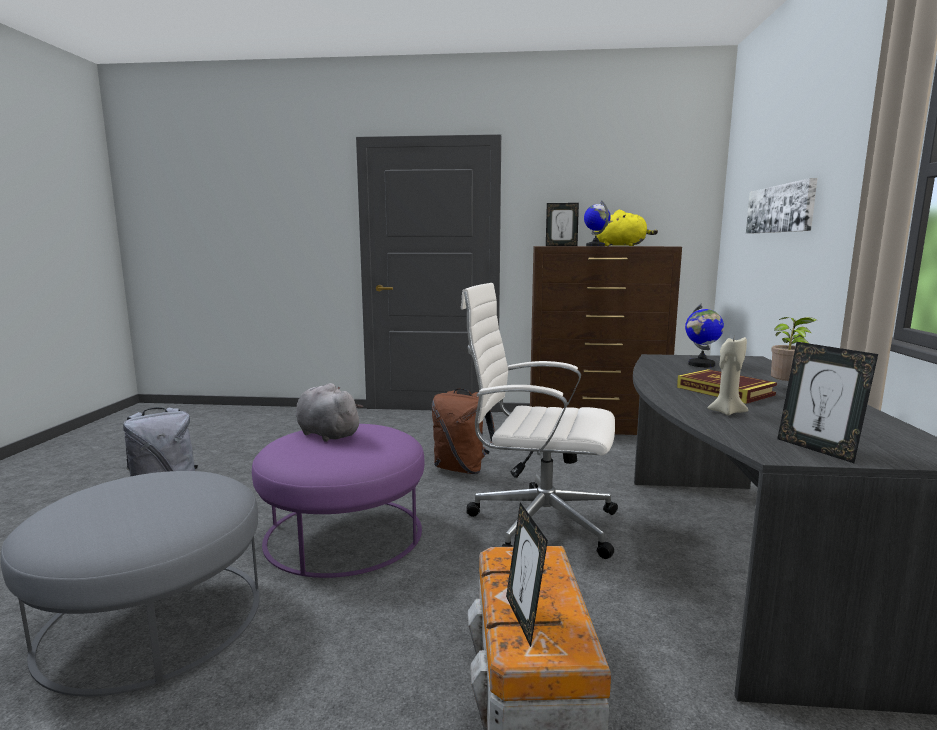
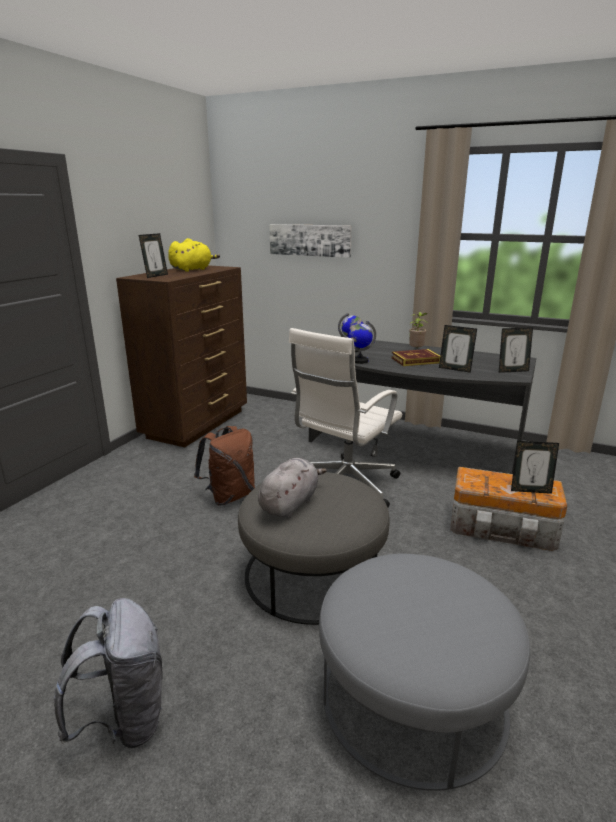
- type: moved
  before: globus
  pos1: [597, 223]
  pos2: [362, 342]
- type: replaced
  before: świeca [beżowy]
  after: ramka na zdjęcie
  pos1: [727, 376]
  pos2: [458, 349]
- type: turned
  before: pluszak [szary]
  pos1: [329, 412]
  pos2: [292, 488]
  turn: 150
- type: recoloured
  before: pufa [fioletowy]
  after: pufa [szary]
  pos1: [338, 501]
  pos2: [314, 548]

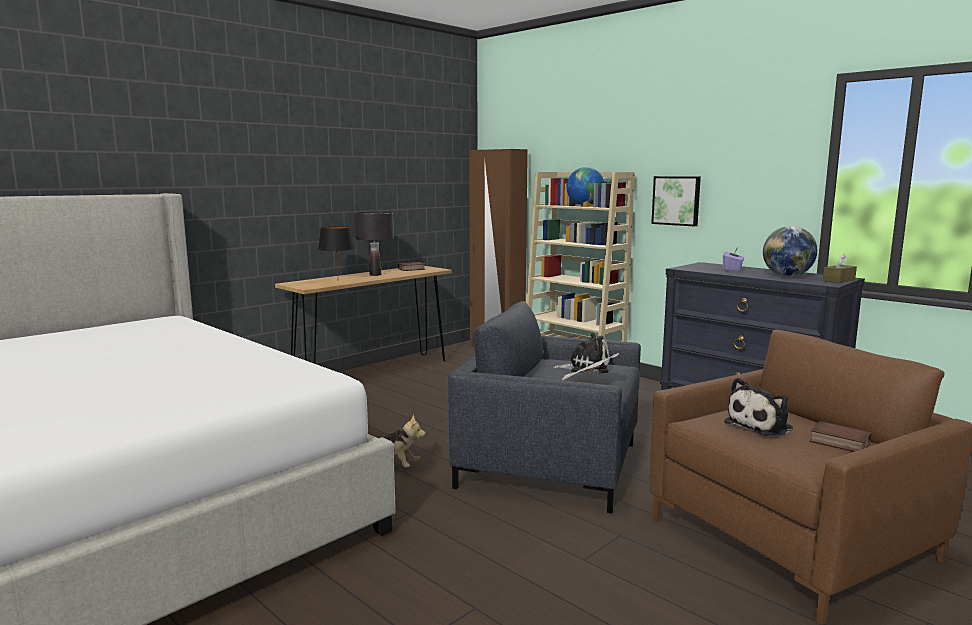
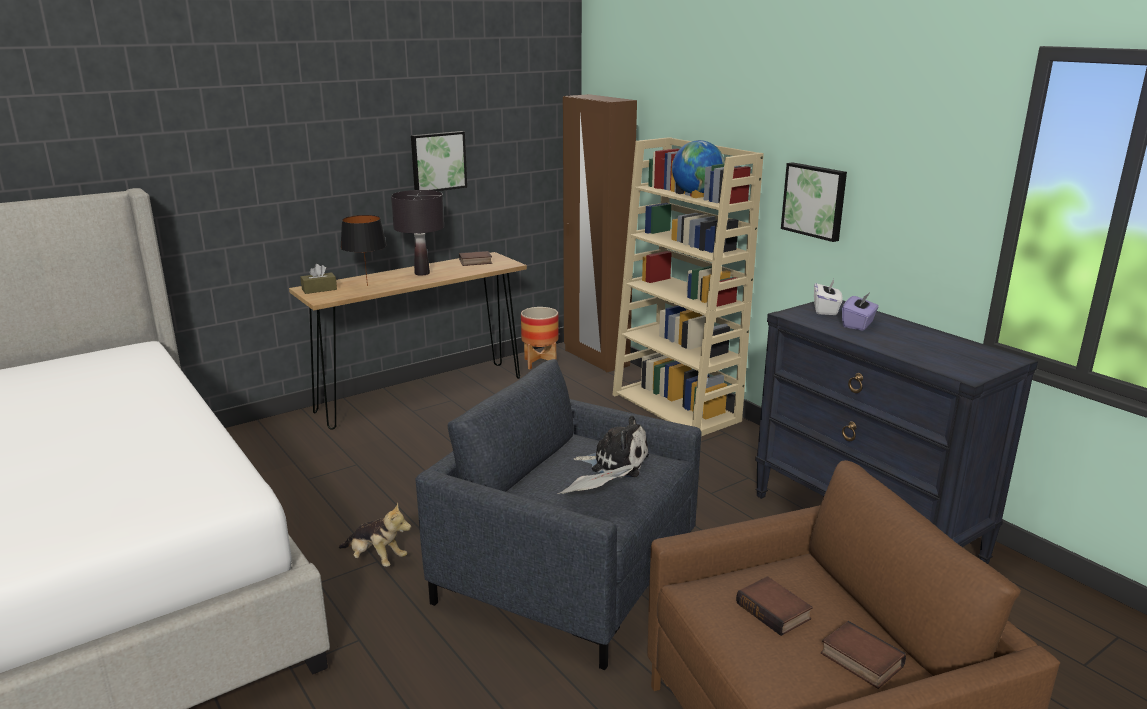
- type: removed
  before: globus
  pos1: [790, 251]
- type: moved
  before: pudełko chusteczek [brązowy]
  pos1: [840, 268]
  pos2: [318, 279]
- type: replaced
  before: pluszak
  after: książka
  pos1: [758, 407]
  pos2: [774, 606]
- type: added
  after: obraz
  pos2: [439, 161]
- type: added
  after: pudełko chusteczek [biały]
  pos2: [828, 297]
- type: added
  after: donica
  pos2: [540, 338]

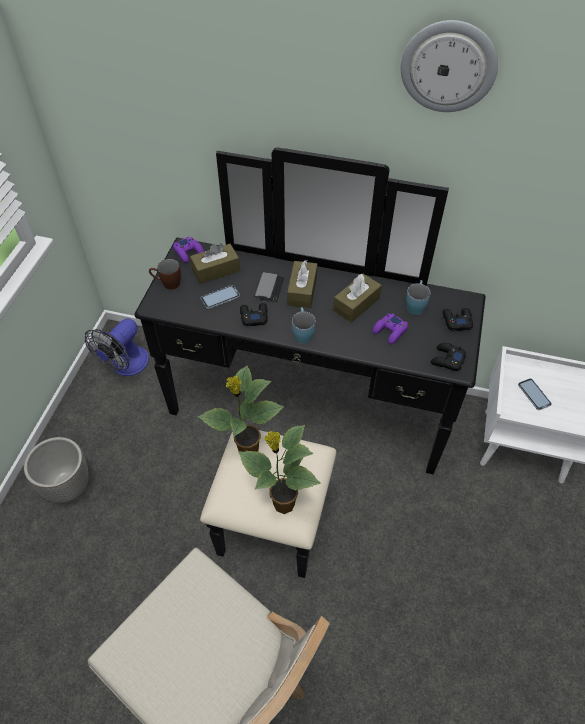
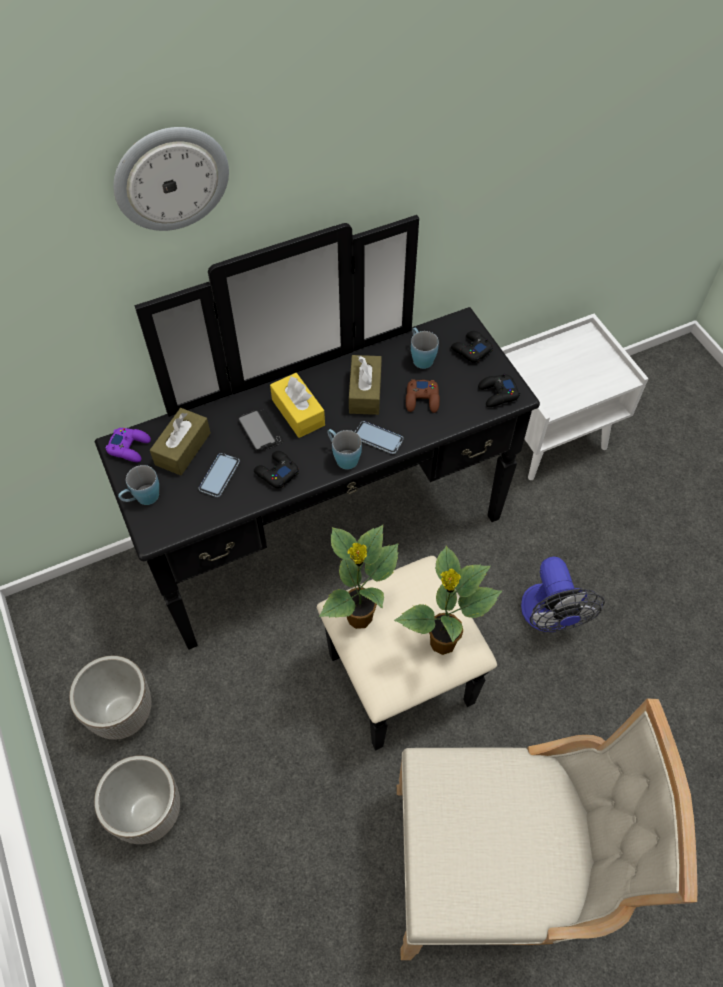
- type: moved
  before: zegar ścienny
  pos1: [449, 66]
  pos2: [171, 179]
- type: recoloured
  before: kubek [brązowy]
  after: kubek [niebieski]
  pos1: [165, 274]
  pos2: [138, 485]
- type: recoloured
  before: pudełko chusteczek [brązowy]
  after: pudełko chusteczek [żółty]
  pos1: [302, 284]
  pos2: [297, 405]
- type: recoloured
  before: pad do gier [fioletowy]
  after: pad do gier [brązowy]
  pos1: [390, 328]
  pos2: [423, 396]
- type: moved
  before: wentylator
  pos1: [117, 347]
  pos2: [563, 594]
- type: moved
  before: telefon
  pos1: [535, 394]
  pos2: [379, 437]
- type: added
  after: donica
  pos2: [110, 698]

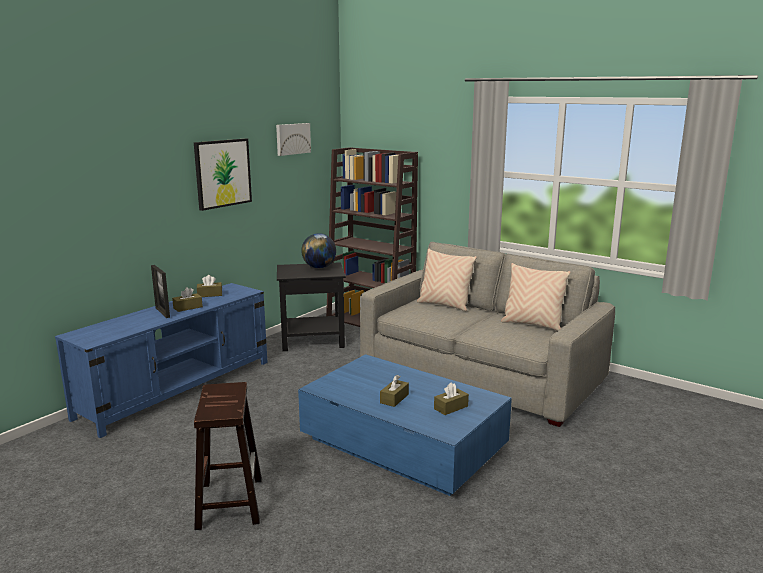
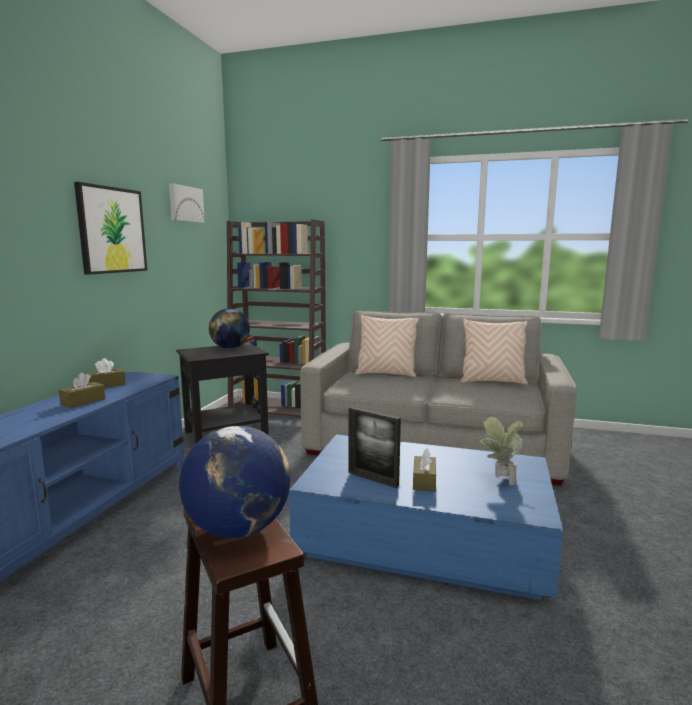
- type: moved
  before: ramka na zdjęcie
  pos1: [160, 291]
  pos2: [375, 447]
- type: replaced
  before: pudełko chusteczek [brązowy]
  after: roślina doniczkowa
  pos1: [451, 398]
  pos2: [501, 451]
- type: added
  after: globus
  pos2: [235, 482]

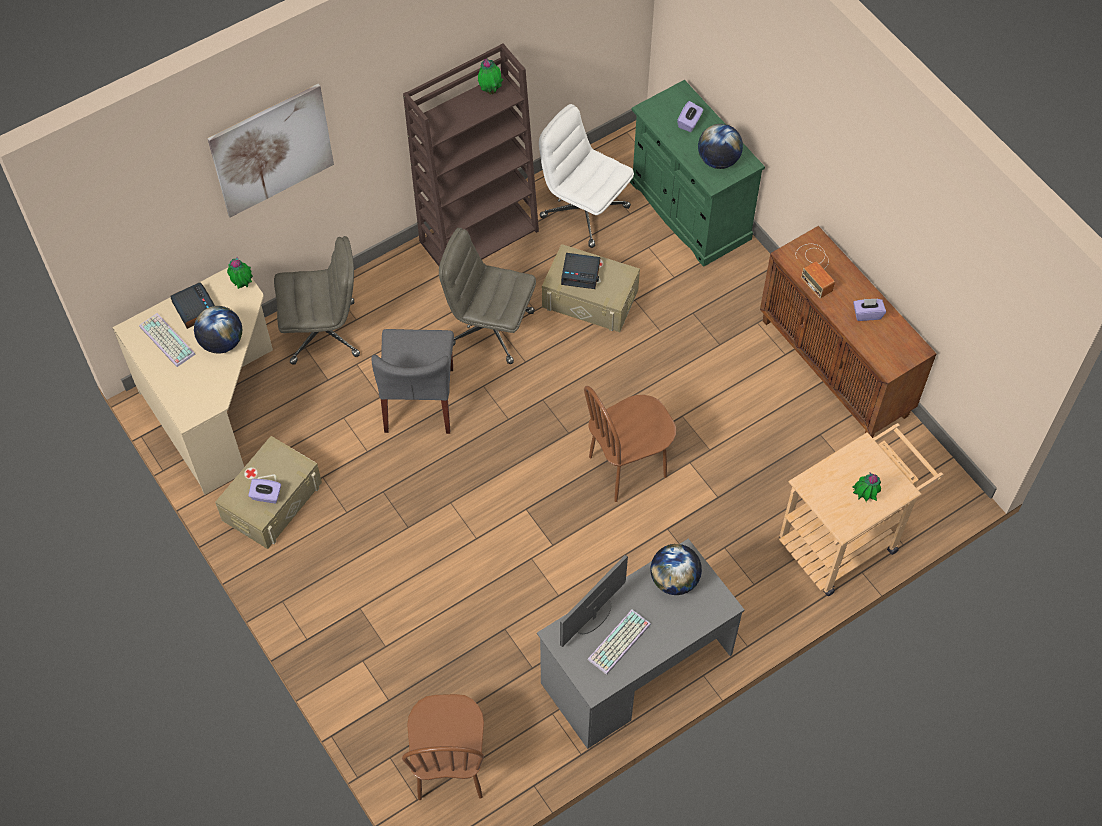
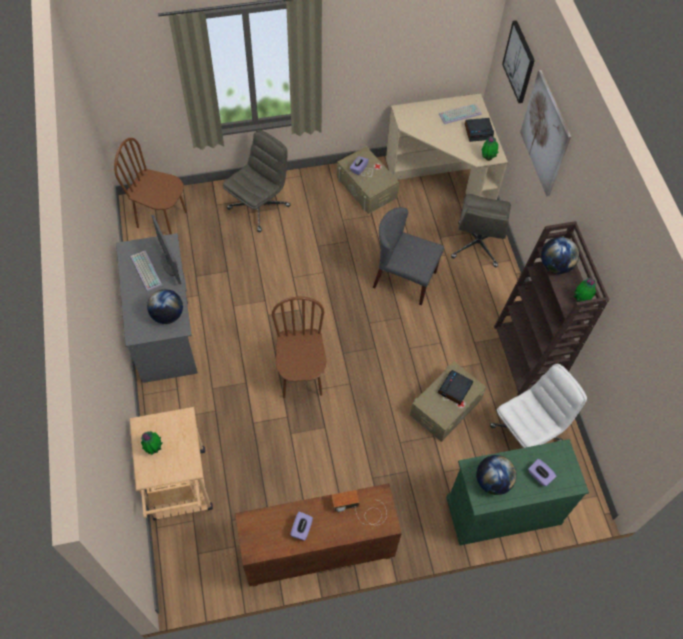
- type: moved
  before: krzesło biurowe [szary]
  pos1: [487, 296]
  pos2: [257, 181]
- type: moved
  before: globus
  pos1: [218, 330]
  pos2: [560, 255]
- type: added
  after: obraz
  pos2: [518, 61]

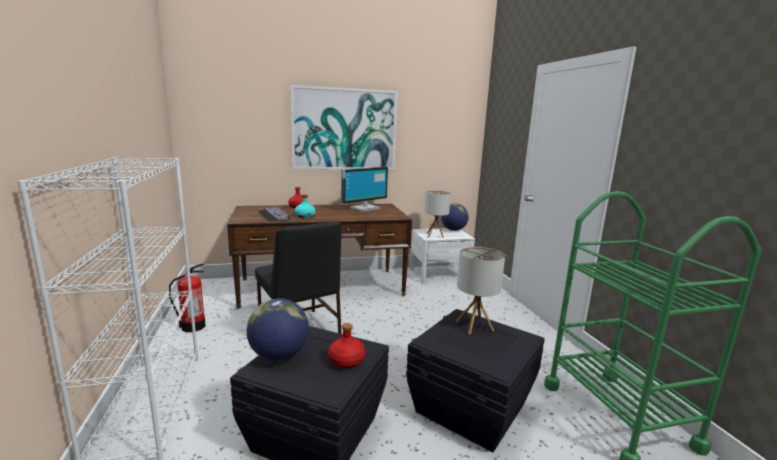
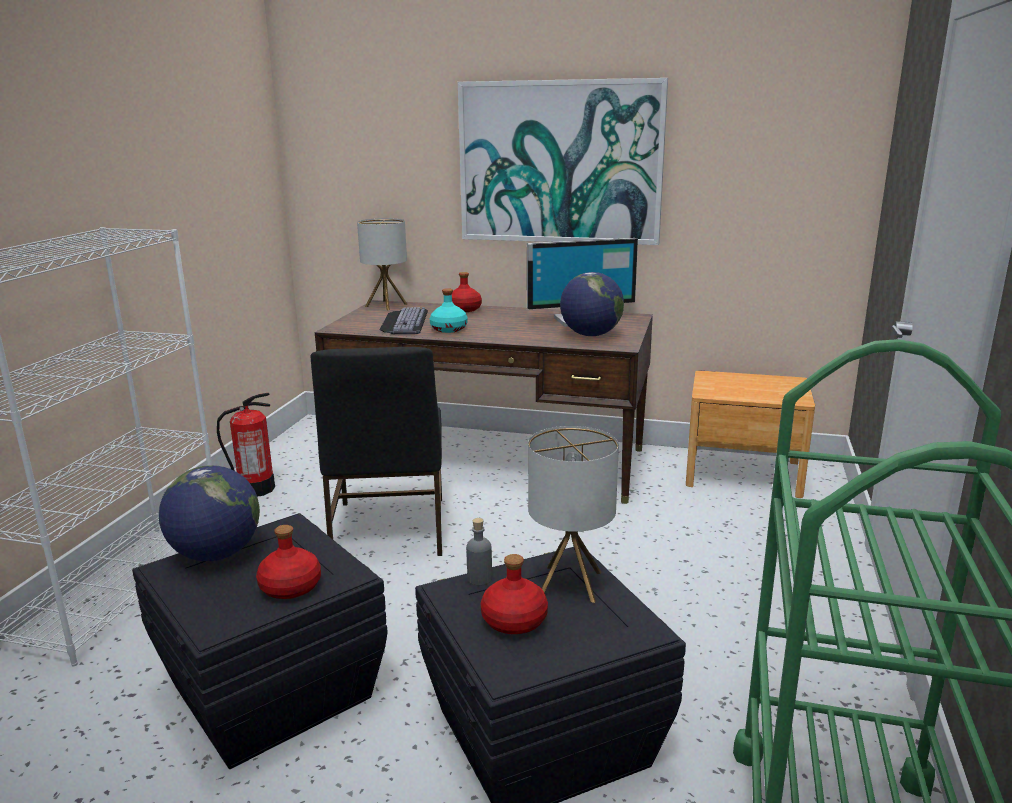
- type: moved
  before: lampa stołowa
  pos1: [438, 214]
  pos2: [382, 264]
- type: moved
  before: globus
  pos1: [455, 217]
  pos2: [592, 304]
- type: recoloured
  before: szafka nocna [biały]
  after: szafka nocna [brązowy]
  pos1: [442, 256]
  pos2: [750, 434]
- type: added
  after: butelka [szary]
  pos2: [479, 552]
- type: added
  after: butelka [czerwony]
  pos2: [514, 594]

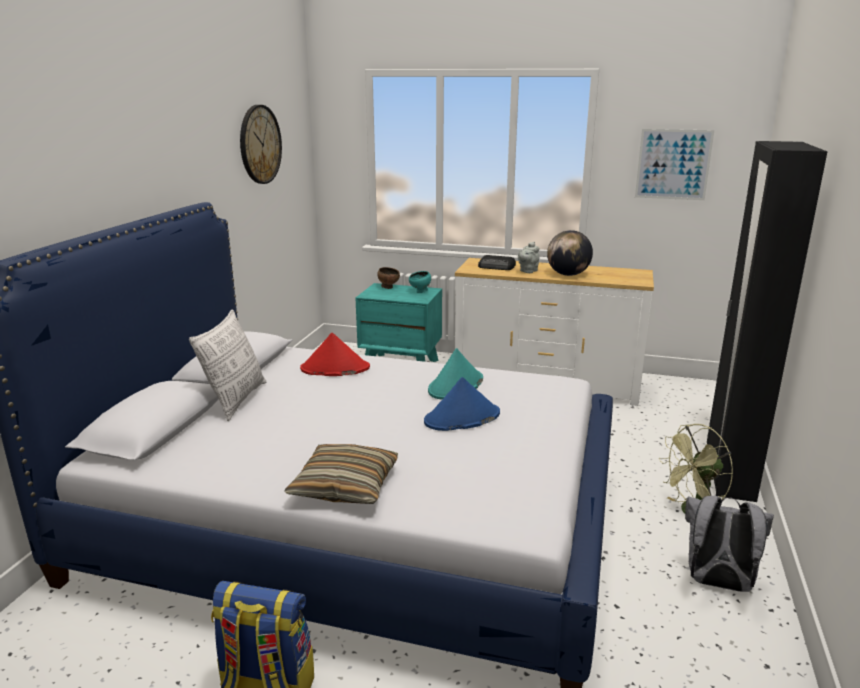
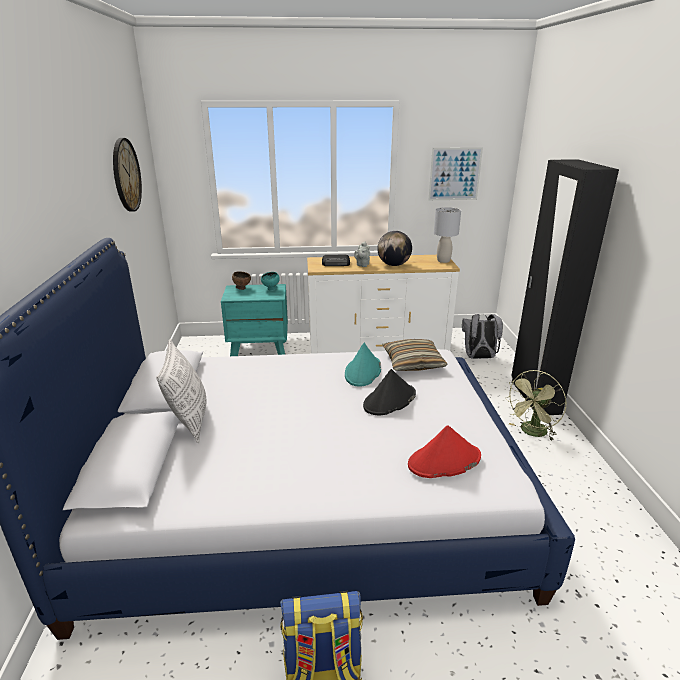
- type: moved
  before: kapelusz [czerwony]
  pos1: [335, 354]
  pos2: [444, 451]
- type: recoloured
  before: kapelusz [niebieski]
  after: kapelusz [czarny]
  pos1: [462, 404]
  pos2: [389, 392]
- type: moved
  before: poduszka
  pos1: [341, 474]
  pos2: [415, 355]
- type: moved
  before: plecak [szary]
  pos1: [729, 544]
  pos2: [482, 336]
- type: added
  after: lampa stołowa [szary]
  pos2: [447, 235]

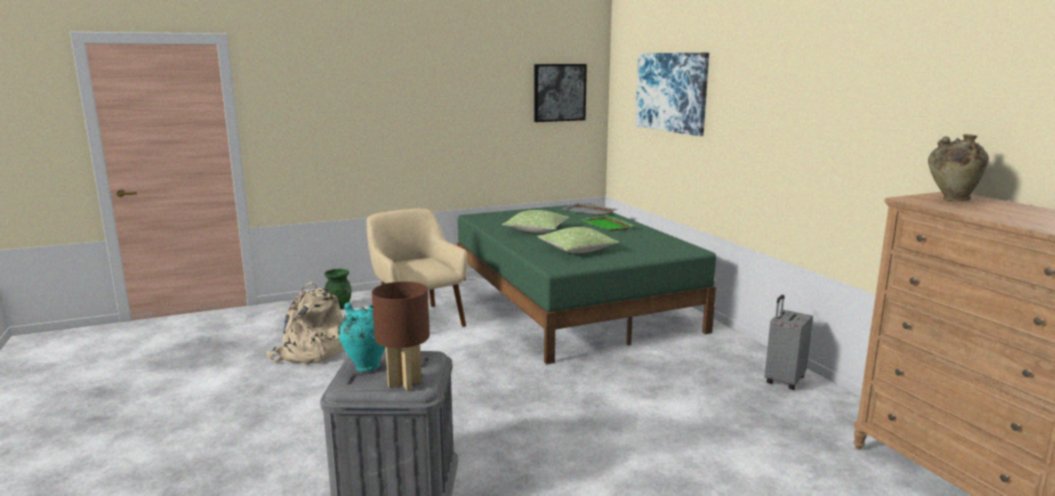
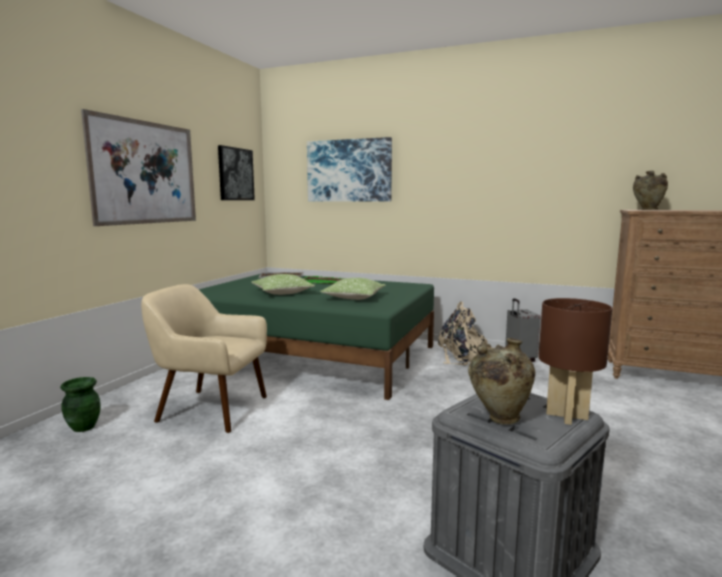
- type: moved
  before: plecak [beżowy]
  pos1: [305, 323]
  pos2: [463, 333]
- type: recoloured
  before: wazon [turkusowy]
  after: wazon [beżowy]
  pos1: [362, 337]
  pos2: [501, 381]
- type: added
  after: obraz
  pos2: [138, 167]

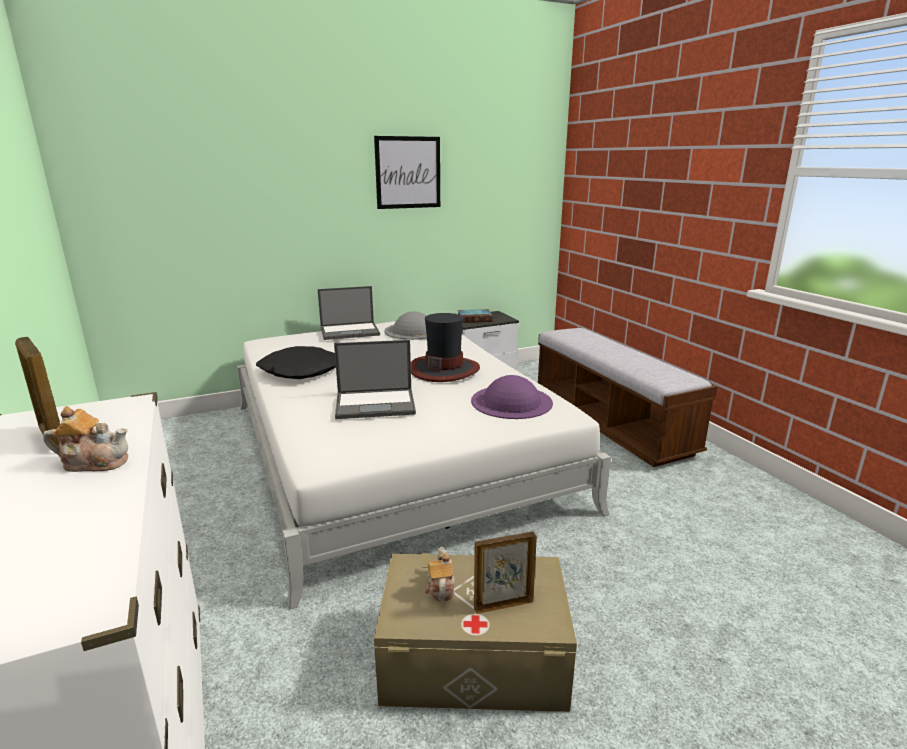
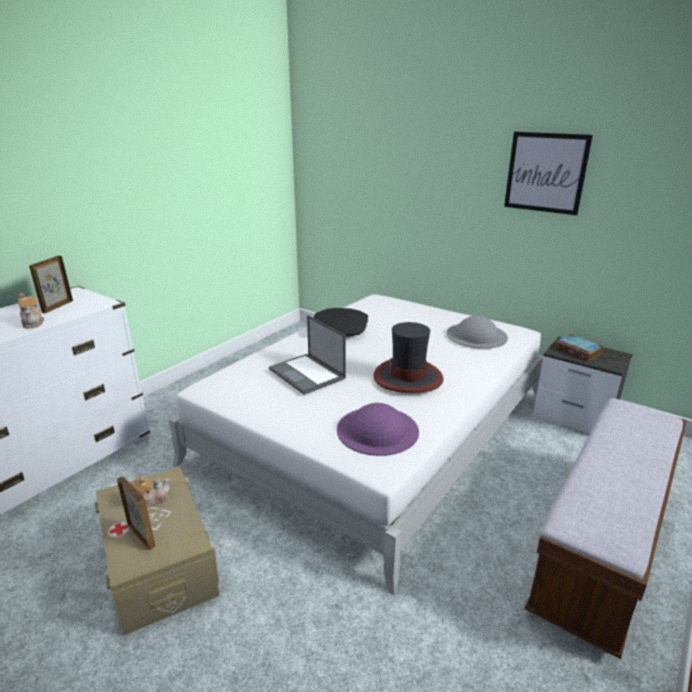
- type: removed
  before: laptop
  pos1: [349, 313]

